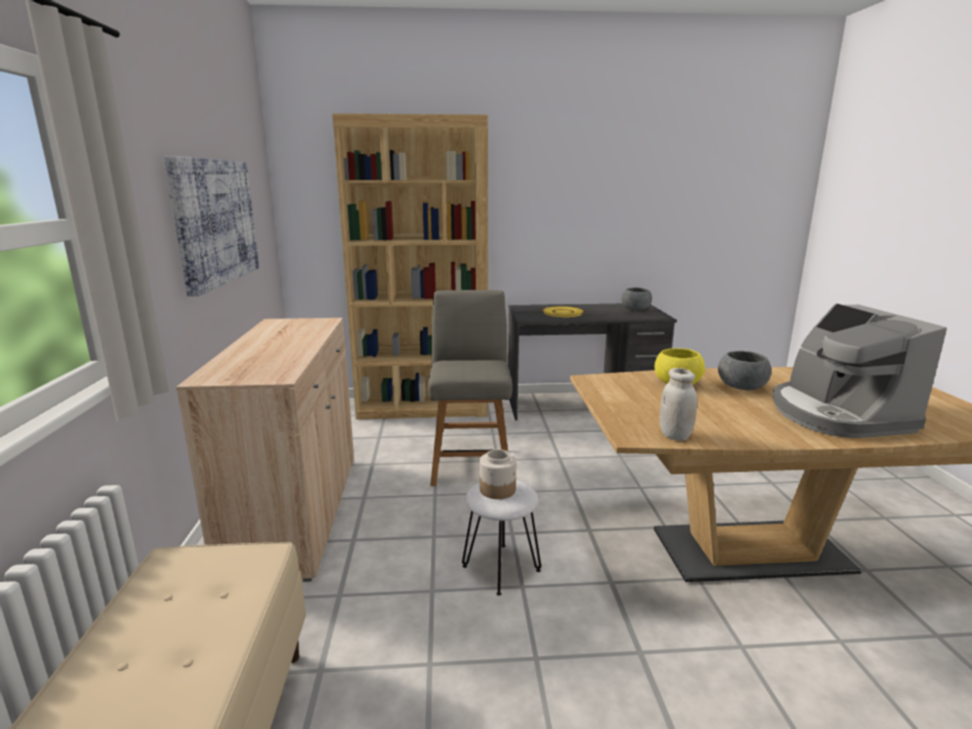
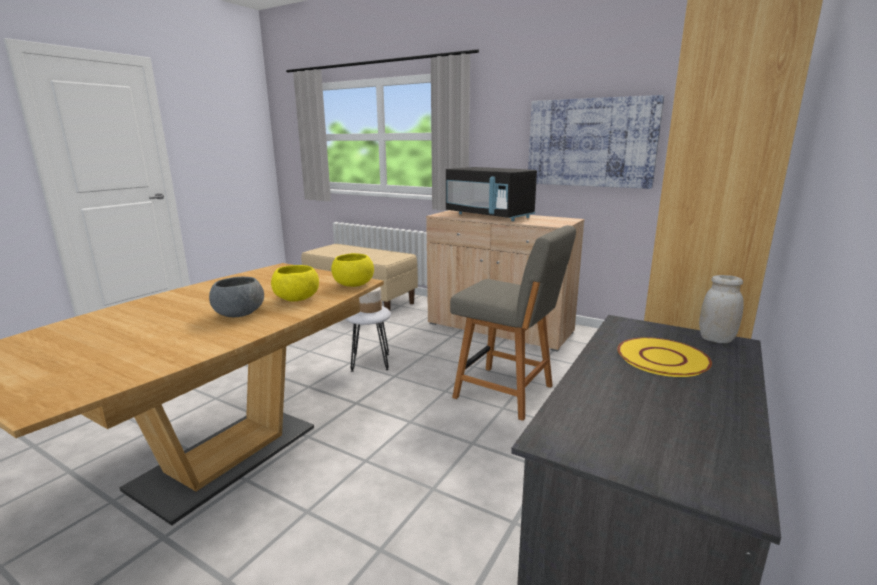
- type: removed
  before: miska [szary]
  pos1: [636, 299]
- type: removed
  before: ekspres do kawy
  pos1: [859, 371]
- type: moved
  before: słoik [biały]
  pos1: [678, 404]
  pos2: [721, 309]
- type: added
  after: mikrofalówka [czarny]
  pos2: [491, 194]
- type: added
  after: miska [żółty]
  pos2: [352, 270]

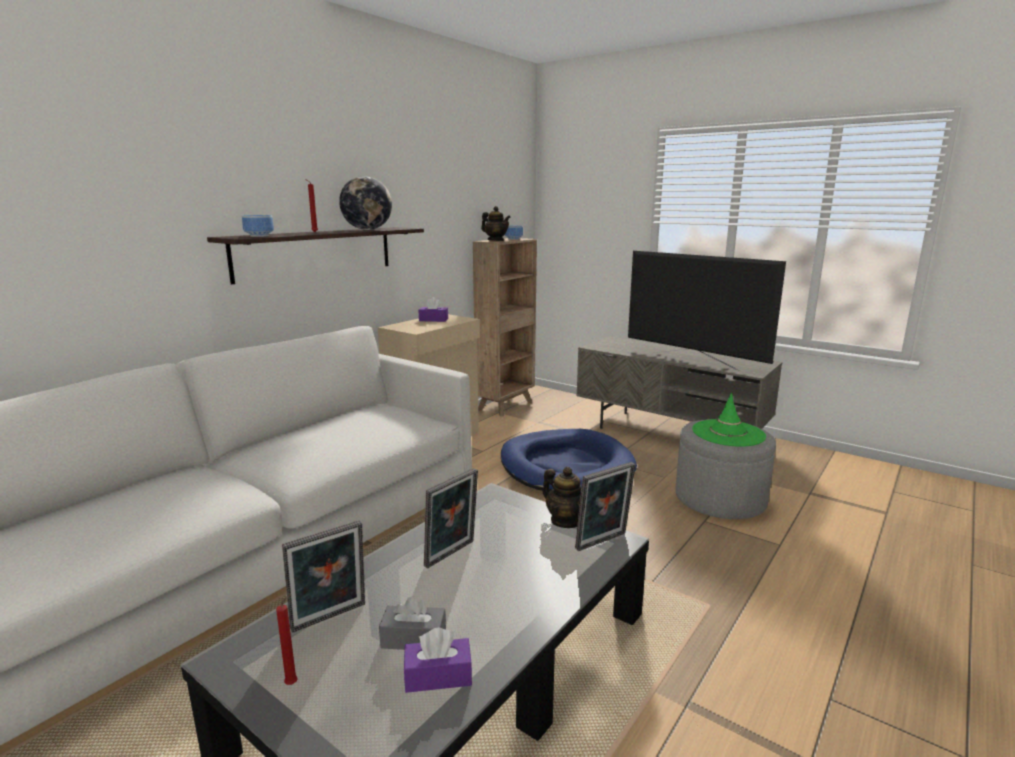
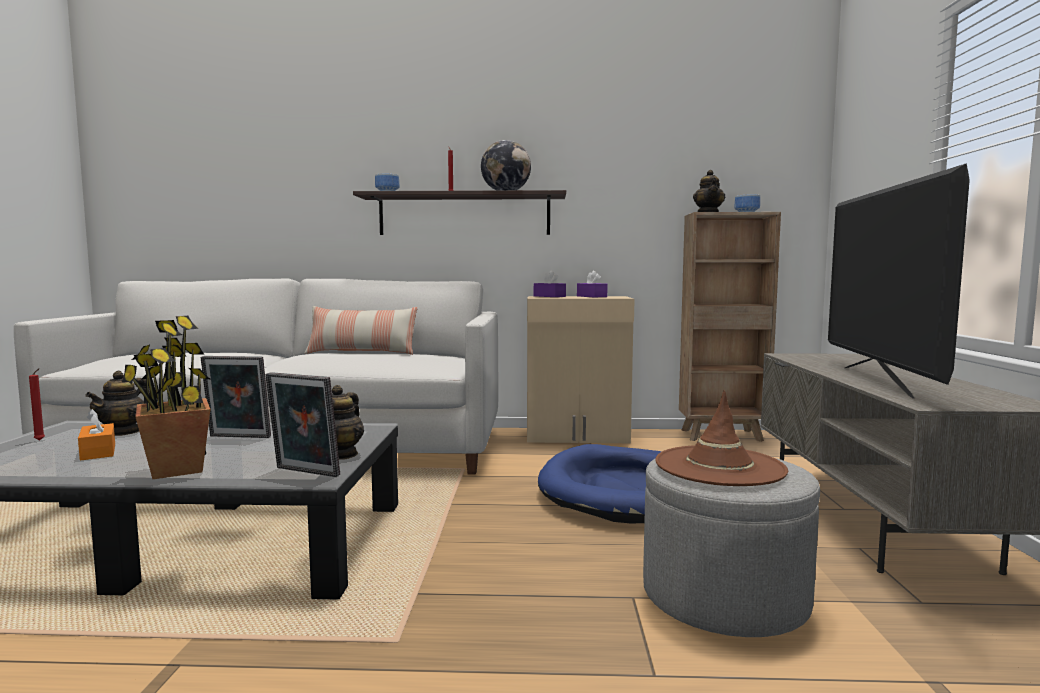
- type: recoloured
  before: kapelusz [zielony]
  after: kapelusz [brązowy]
  pos1: [729, 420]
  pos2: [721, 438]
- type: replaced
  before: ramka na zdjęcie
  after: imbryk
  pos1: [323, 576]
  pos2: [117, 403]
- type: recoloured
  before: pudełko chusteczek [szary]
  after: pudełko chusteczek [pomarańczowy]
  pos1: [412, 623]
  pos2: [96, 434]
- type: moved
  before: pudełko chusteczek [fioletowy]
  pos1: [438, 660]
  pos2: [550, 283]
- type: added
  after: poduszka
  pos2: [361, 330]
- type: added
  after: roślina doniczkowa
  pos2: [166, 397]

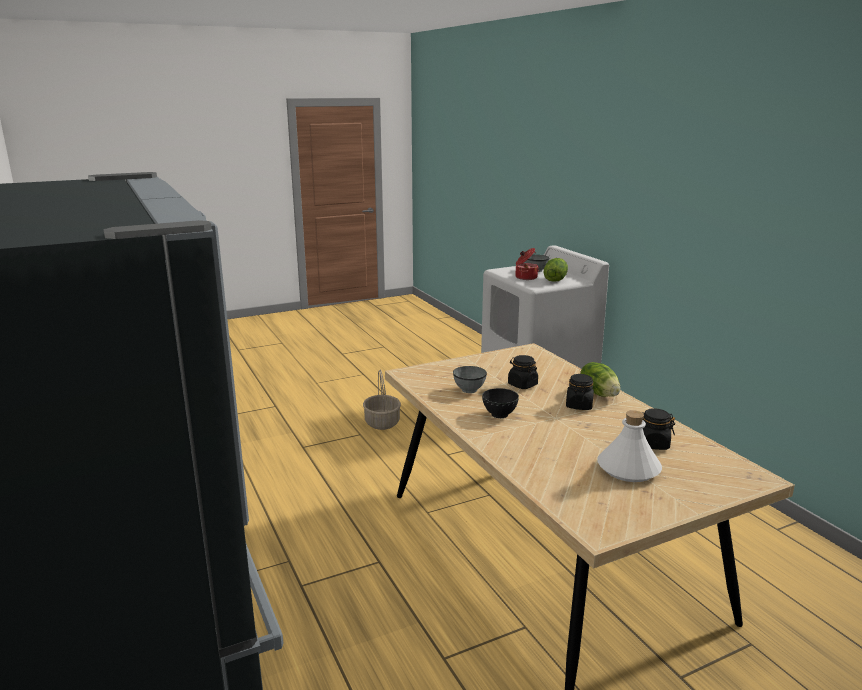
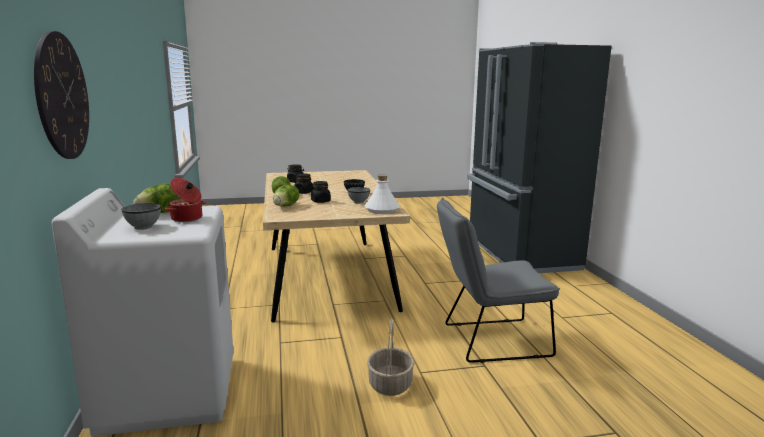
- type: moved
  before: butelka [biały]
  pos1: [629, 446]
  pos2: [382, 194]
- type: added
  after: zegar ścienny
  pos2: [61, 95]
- type: added
  after: sałata
  pos2: [286, 196]
- type: added
  after: krzesło [szary]
  pos2: [498, 280]

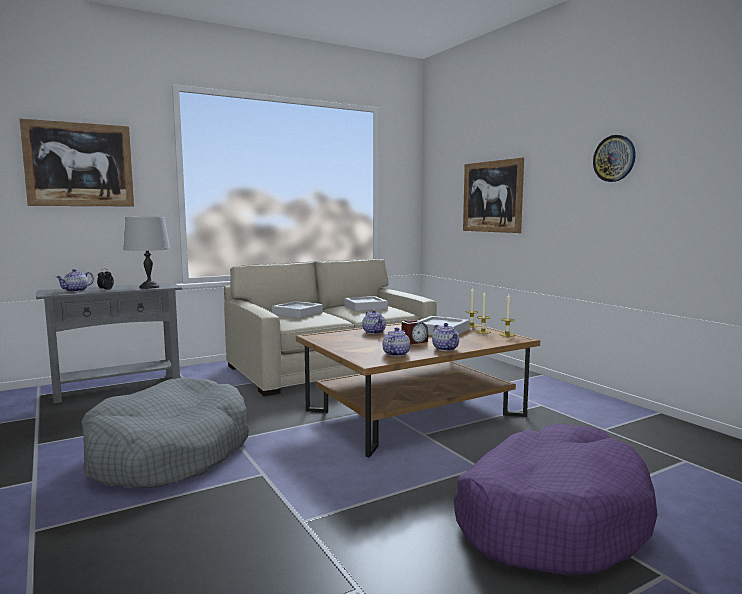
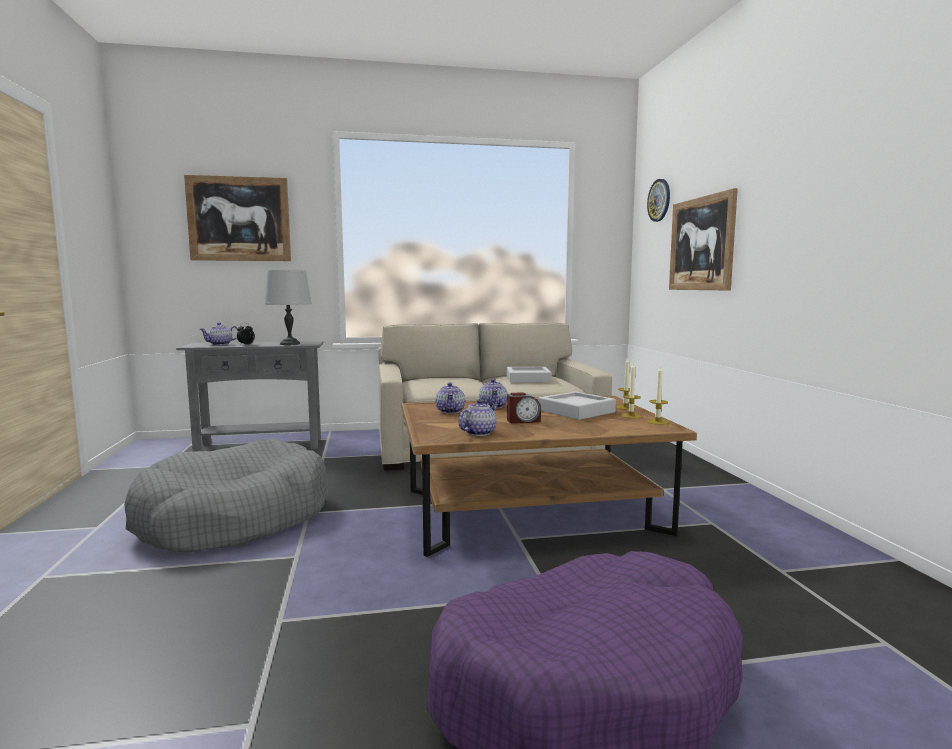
- type: moved
  before: zegar ścienny
  pos1: [614, 158]
  pos2: [658, 200]
- type: removed
  before: taca [szary]
  pos1: [297, 309]
- type: moved
  before: imbryk
  pos1: [445, 337]
  pos2: [450, 397]

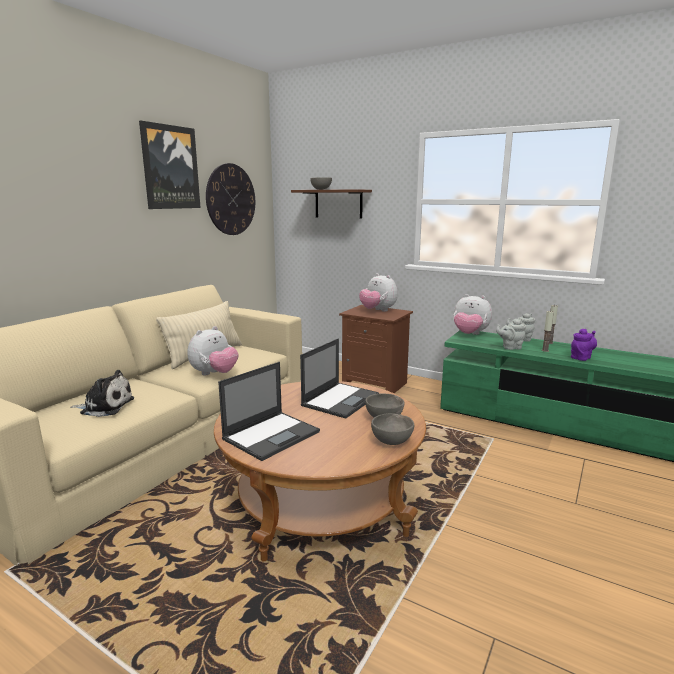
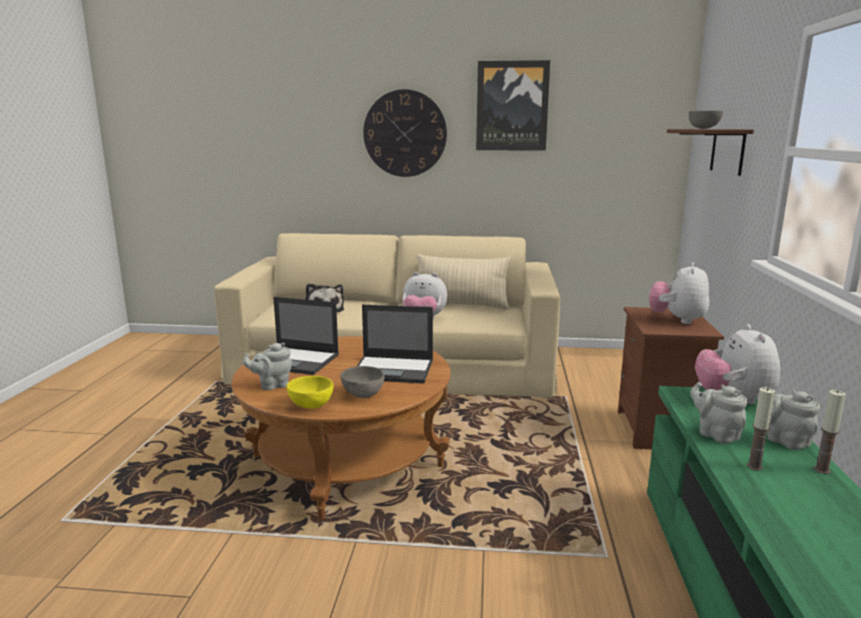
- type: moved
  before: zegar ścienny
  pos1: [230, 199]
  pos2: [405, 133]
- type: removed
  before: imbryk [fioletowy]
  pos1: [584, 345]
- type: recoloured
  before: miska [szary]
  after: miska [żółty]
  pos1: [392, 429]
  pos2: [310, 392]
- type: added
  after: imbryk [szary]
  pos2: [267, 366]

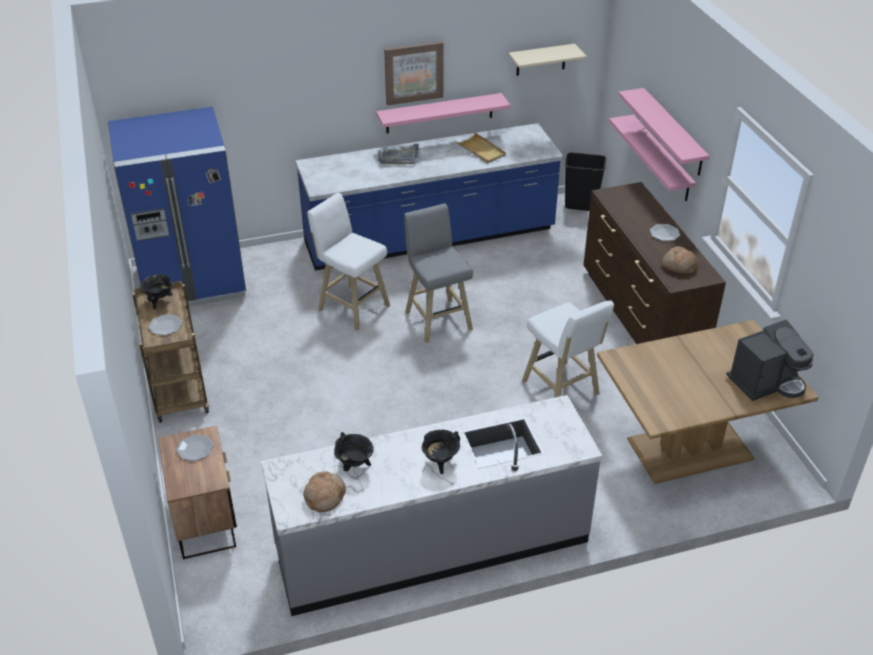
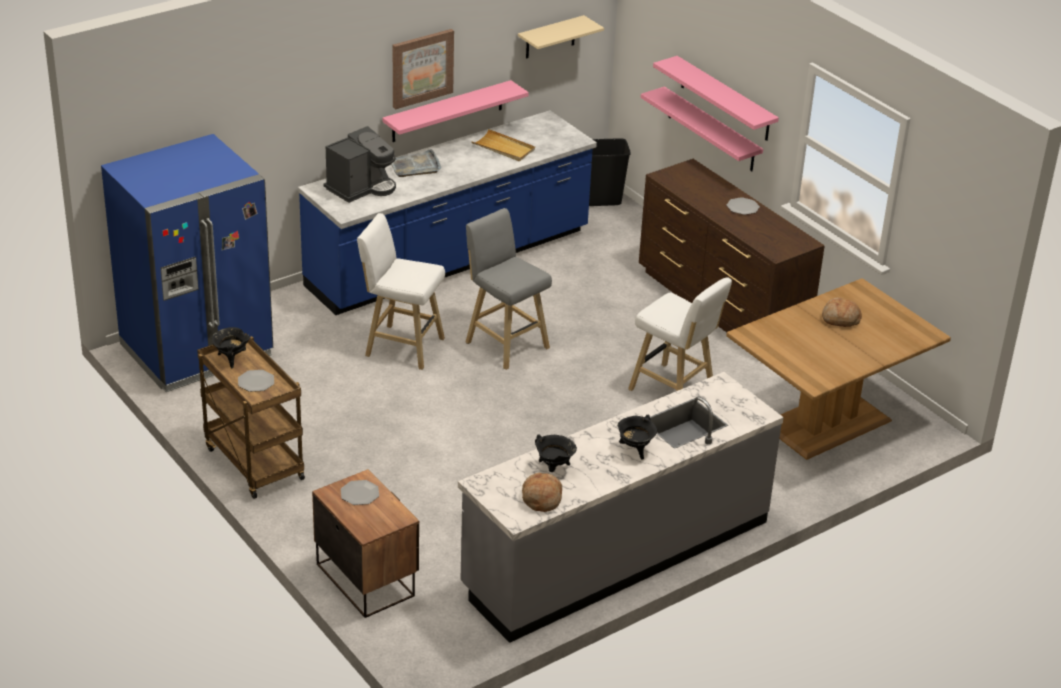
- type: moved
  before: chleb
  pos1: [680, 260]
  pos2: [842, 312]
- type: moved
  before: ekspres do kawy
  pos1: [769, 360]
  pos2: [359, 164]

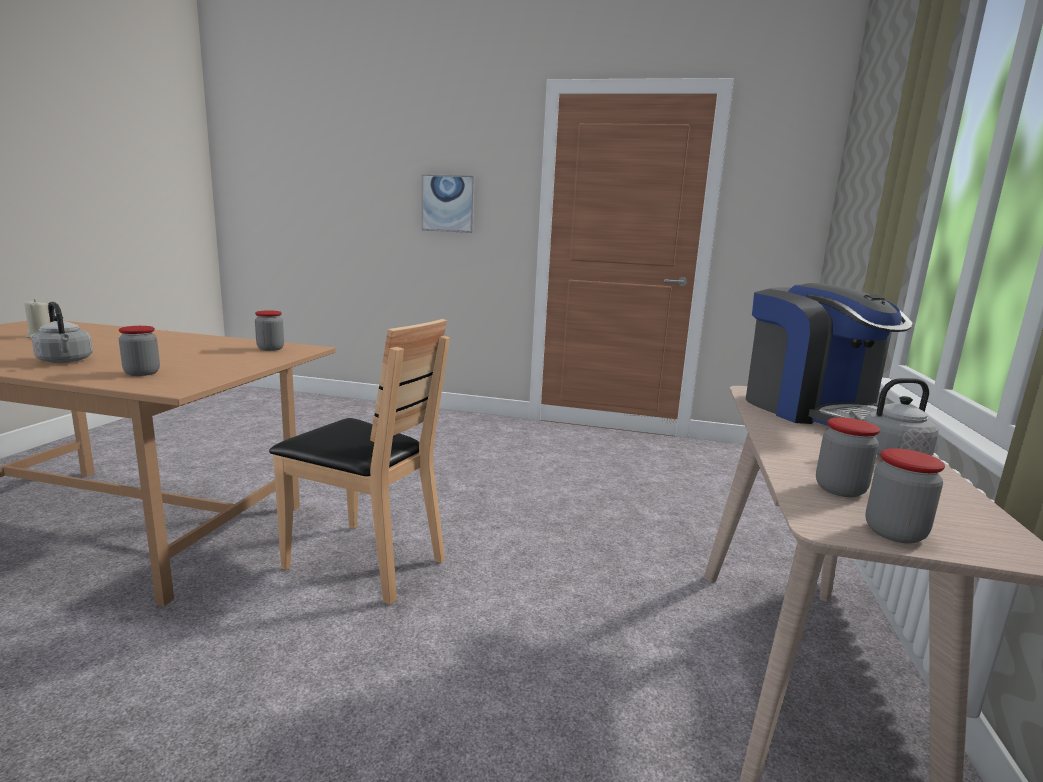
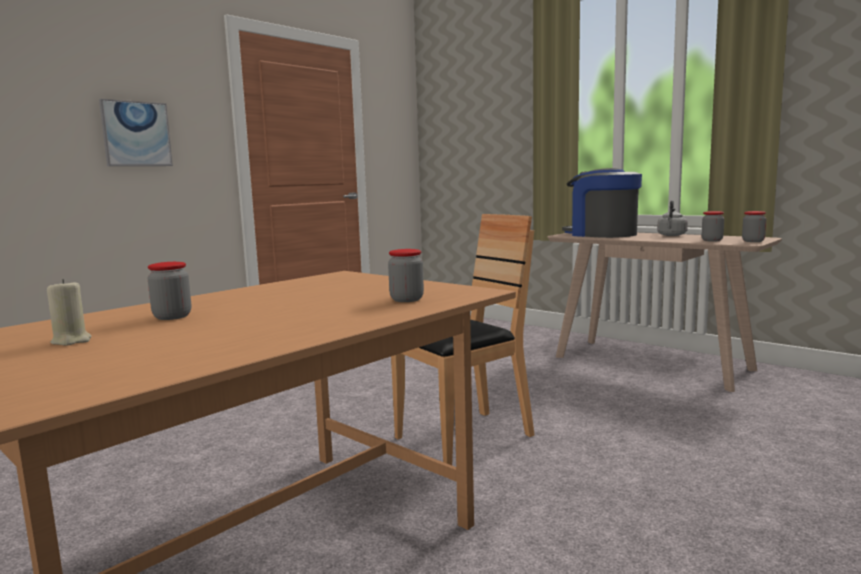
- type: turned
  before: ekspres do kawy
  pos1: [829, 354]
  pos2: [602, 203]
  turn: -135
- type: removed
  before: czajnik [szary]
  pos1: [62, 332]
- type: moved
  before: słoik
  pos1: [269, 330]
  pos2: [169, 291]

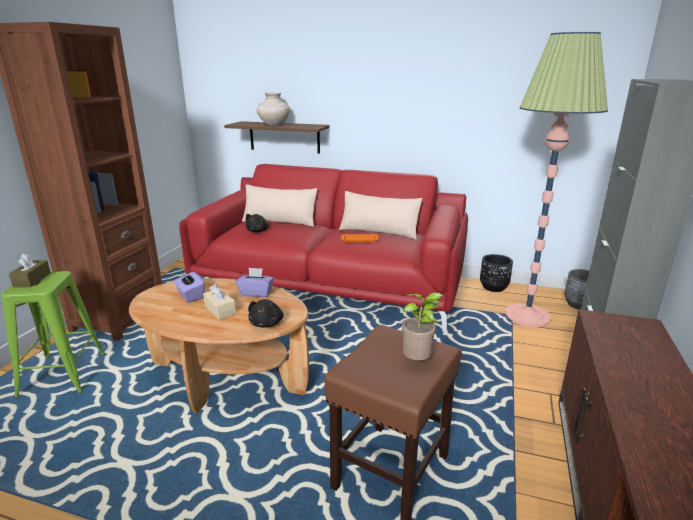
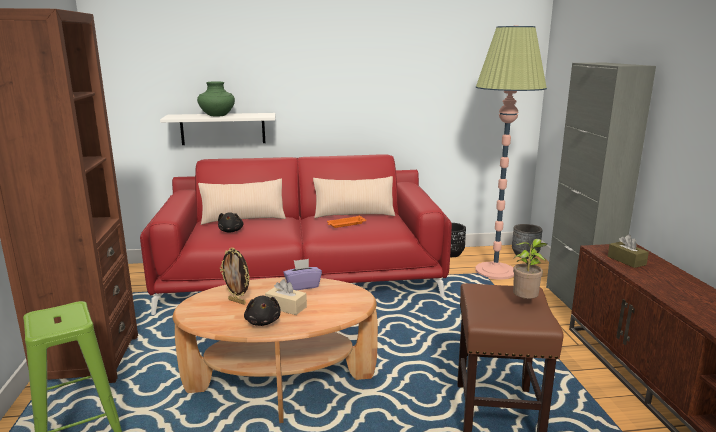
- type: recoloured
  before: wazon [beżowy]
  after: wazon [zielony]
  pos1: [273, 108]
  pos2: [216, 99]
- type: recoloured
  before: półka [brązowy]
  after: półka [biały]
  pos1: [277, 137]
  pos2: [218, 129]
- type: moved
  before: pudełko chusteczek [brązowy]
  pos1: [29, 270]
  pos2: [628, 251]
- type: replaced
  before: pudełko chusteczek [fioletowy]
  after: ramka na zdjęcie
  pos1: [189, 287]
  pos2: [235, 276]
- type: moved
  before: pluszak [czarny]
  pos1: [266, 313]
  pos2: [262, 311]

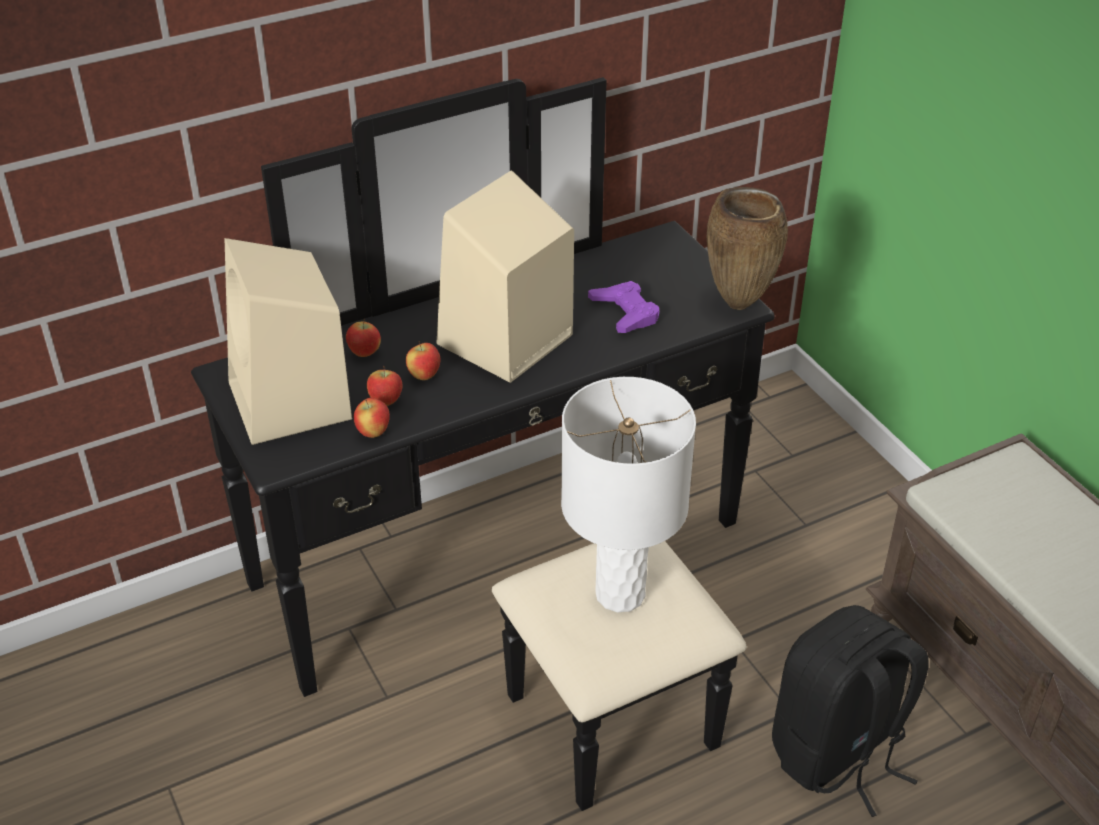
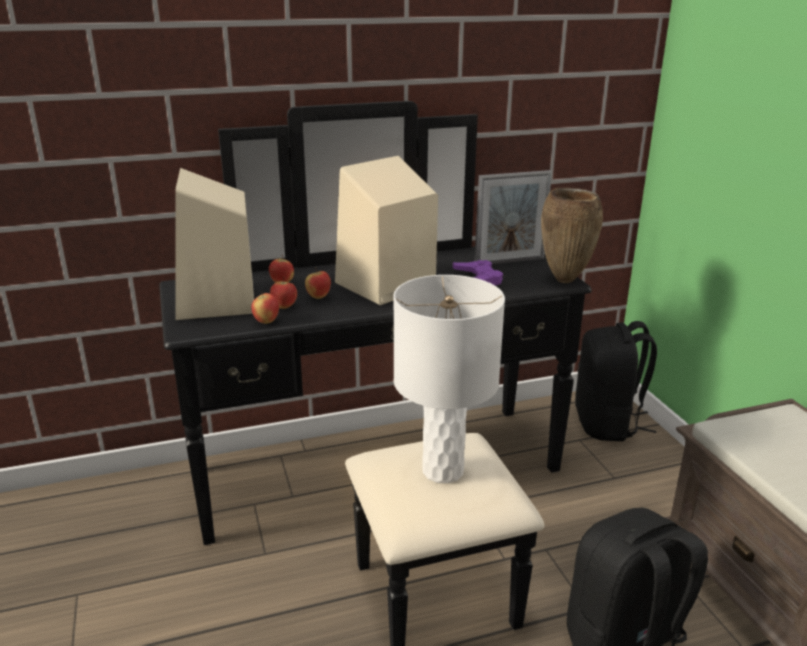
- type: added
  after: ramka na zdjęcie
  pos2: [513, 217]
- type: added
  after: plecak [czarny]
  pos2: [616, 381]

